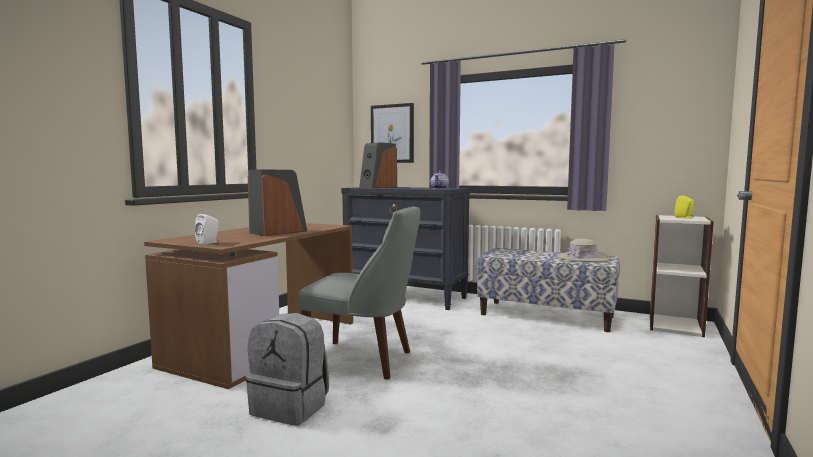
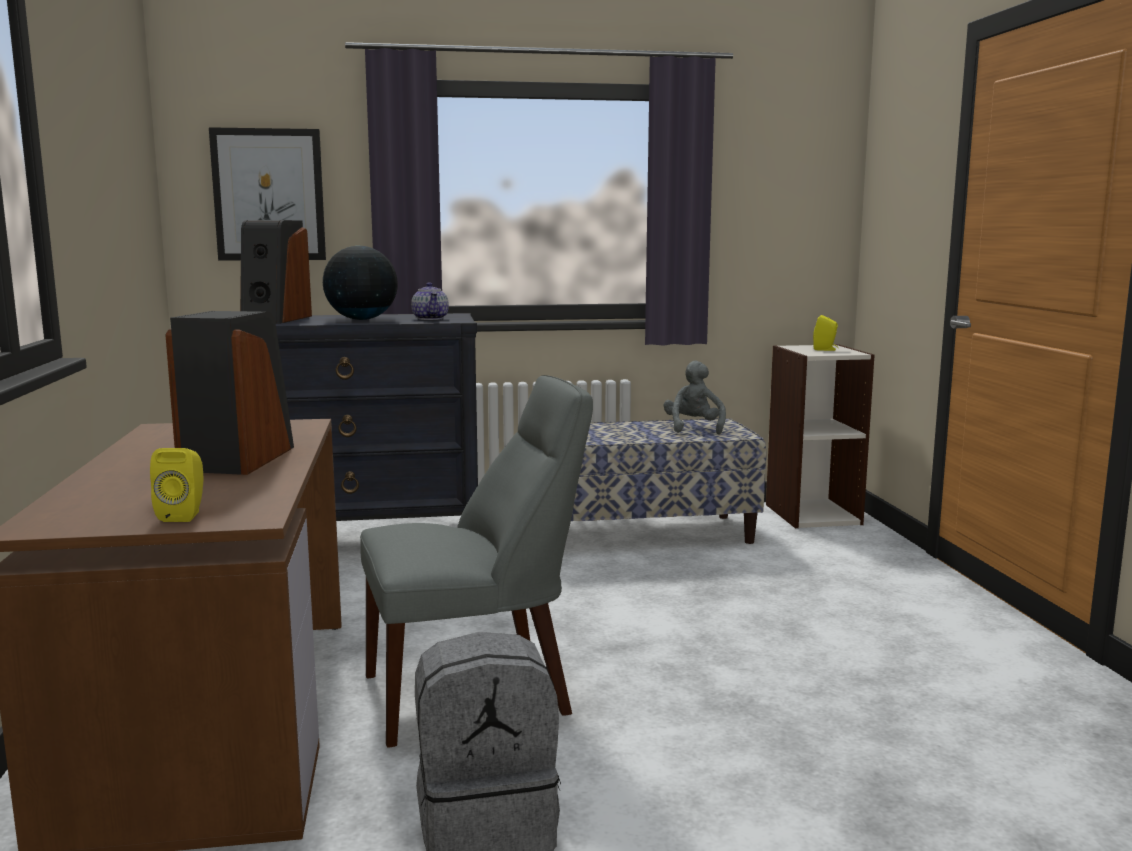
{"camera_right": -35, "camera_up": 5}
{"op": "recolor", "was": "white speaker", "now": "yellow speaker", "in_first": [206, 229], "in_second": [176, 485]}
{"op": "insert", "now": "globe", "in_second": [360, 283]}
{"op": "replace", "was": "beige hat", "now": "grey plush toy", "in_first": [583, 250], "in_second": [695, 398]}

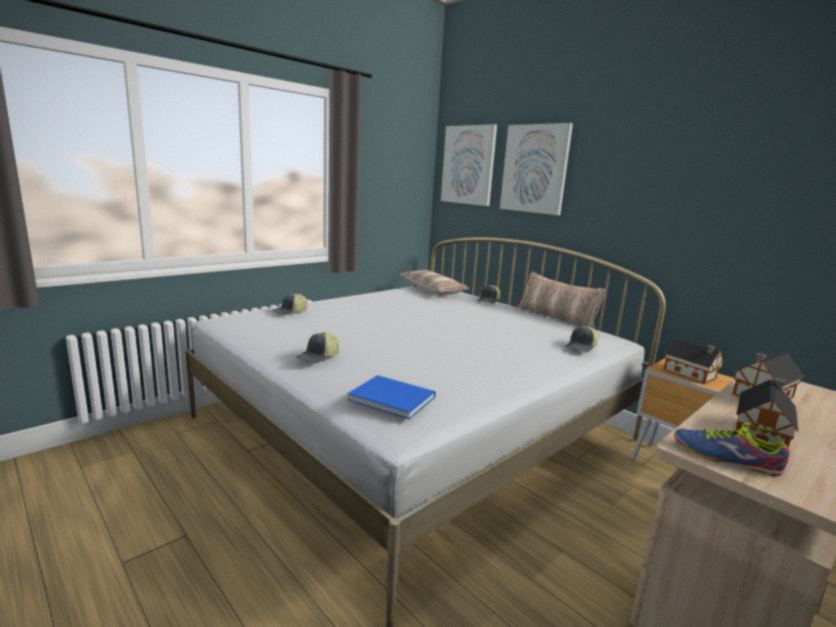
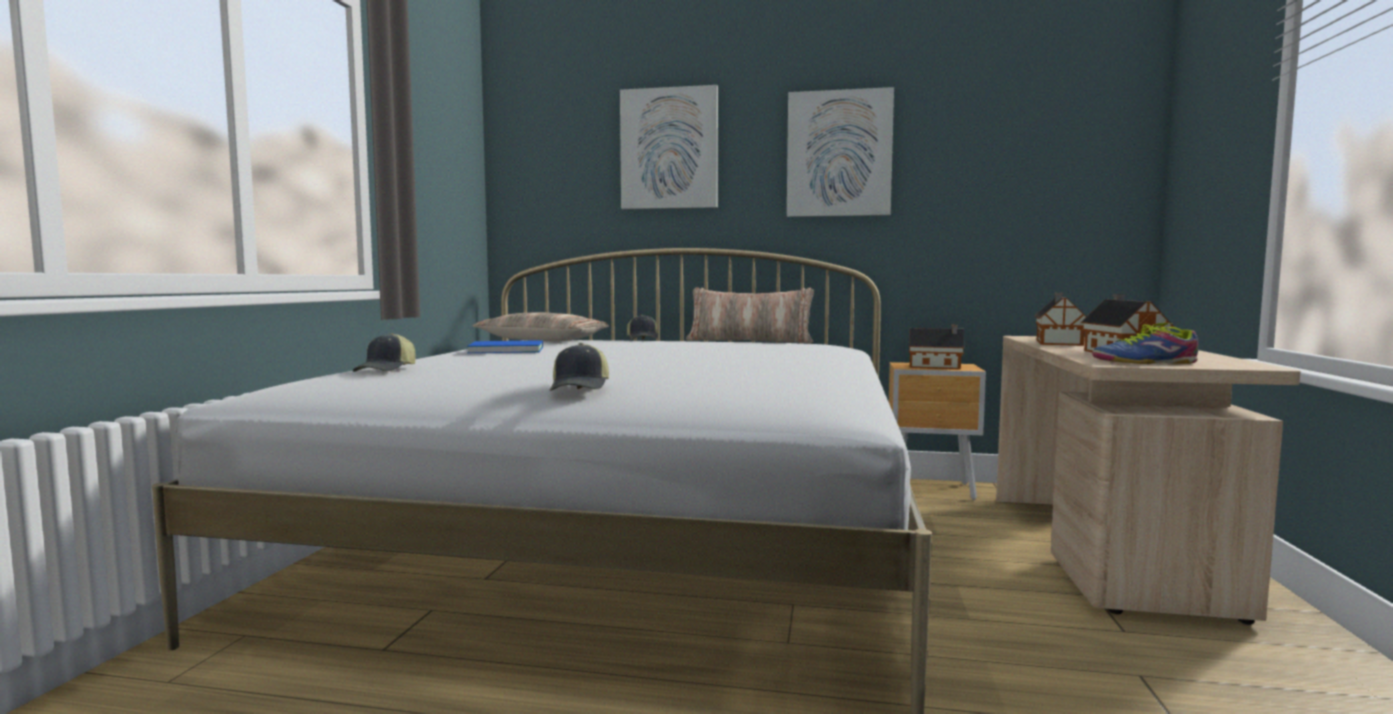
{"camera_right": -35, "camera_up": -10}
{"op": "move", "was": "blue book", "in_first": [392, 397], "in_second": [505, 346]}
{"op": "move", "was": "picture", "in_first": [469, 165], "in_second": [840, 152]}
{"op": "delete", "was": "cap", "in_first": [582, 339]}

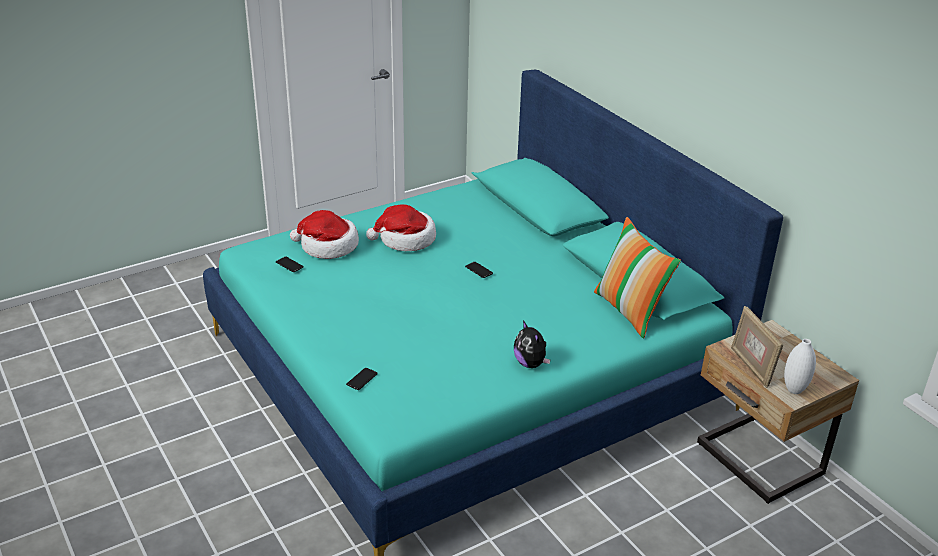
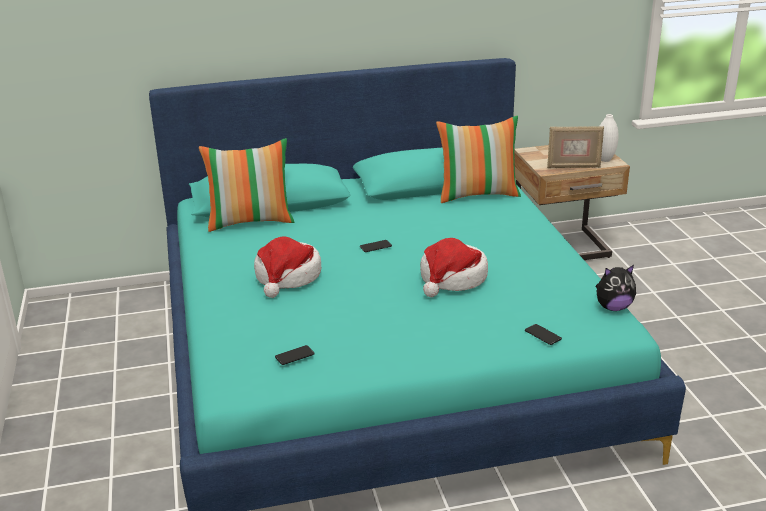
{"camera_right": -70, "camera_up": -5}
{"op": "insert", "now": "pillow", "in_second": [246, 185]}
{"op": "move", "was": "hat", "in_first": [324, 234], "in_second": [454, 267]}
{"op": "move", "was": "plush toy", "in_first": [532, 344], "in_second": [616, 288]}

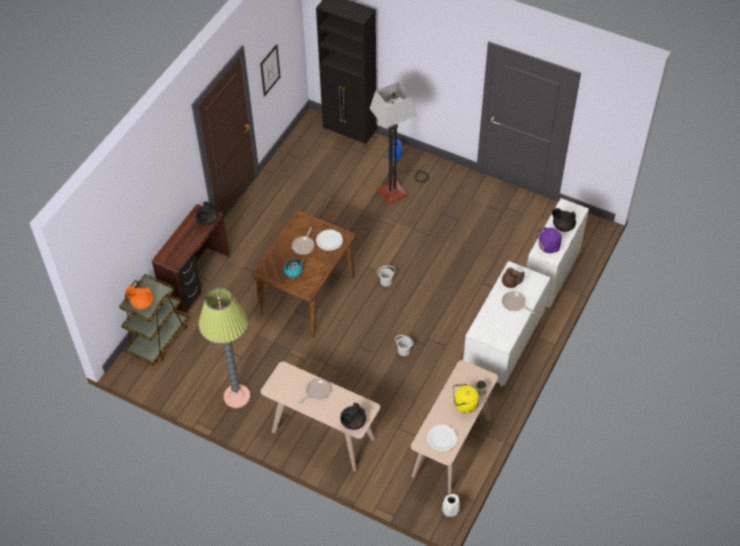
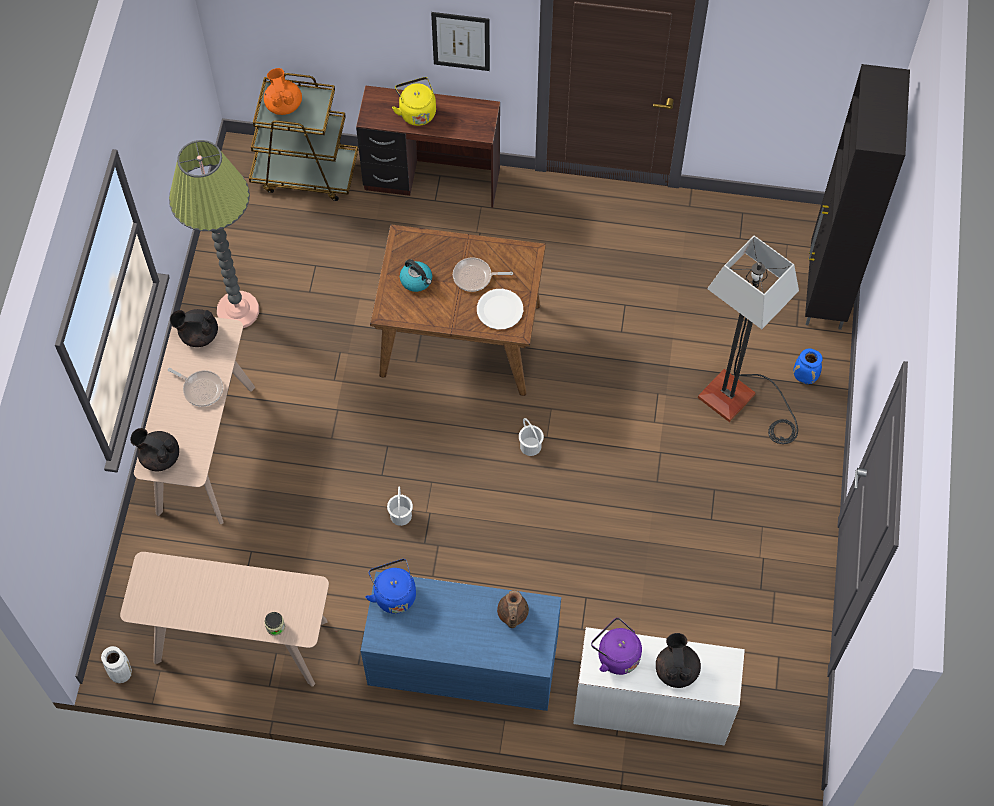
{"camera_right": 70, "camera_up": 10}
{"op": "move", "was": "black teapot", "in_first": [206, 213], "in_second": [194, 328]}
{"op": "recolor", "was": "white dresser", "now": "blue dresser", "in_first": [507, 324], "in_second": [461, 641]}
{"op": "insert", "now": "blue kettle", "in_second": [390, 586]}
{"op": "move", "was": "yellow kettle", "in_first": [466, 399], "in_second": [414, 101]}
{"op": "move", "was": "picture", "in_first": [270, 70], "in_second": [460, 41]}
{"op": "delete", "was": "white plate", "in_first": [442, 437]}
{"op": "delete", "was": "frying pan", "in_first": [518, 303]}

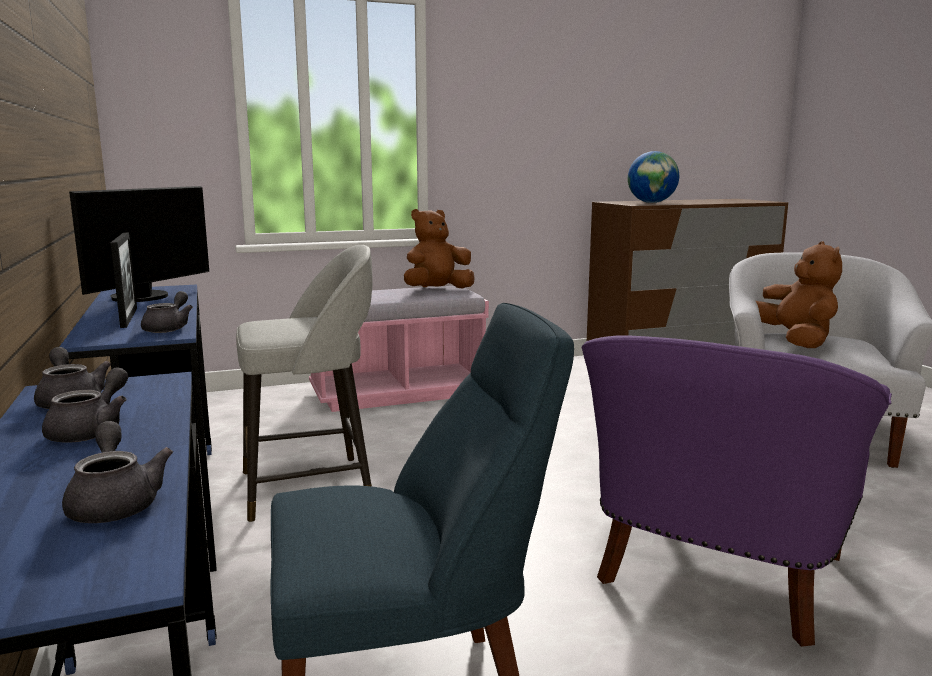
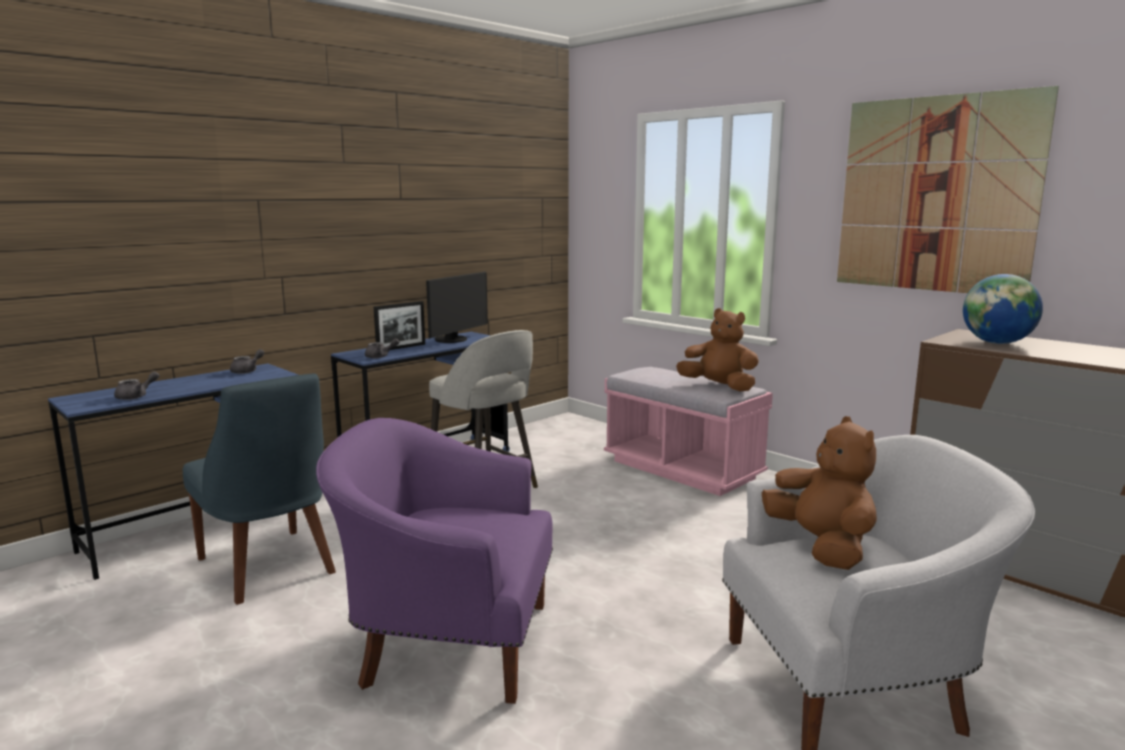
{"camera_right": 65, "camera_up": 0}
{"op": "rotate", "was": "monitor", "in_first": [139, 244], "in_second": [457, 307], "clockwise": -60}
{"op": "rotate", "was": "brown plush toy", "in_first": [799, 294], "in_second": [819, 493], "clockwise": -75}
{"op": "insert", "now": "picture", "in_second": [948, 189]}
{"op": "delete", "was": "grey teapot", "in_first": [85, 404]}

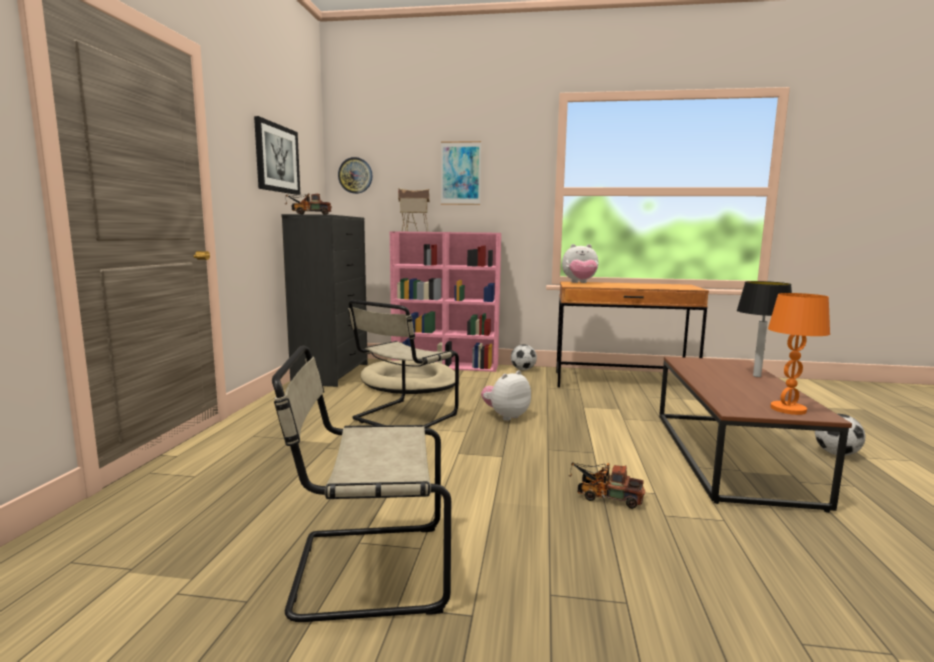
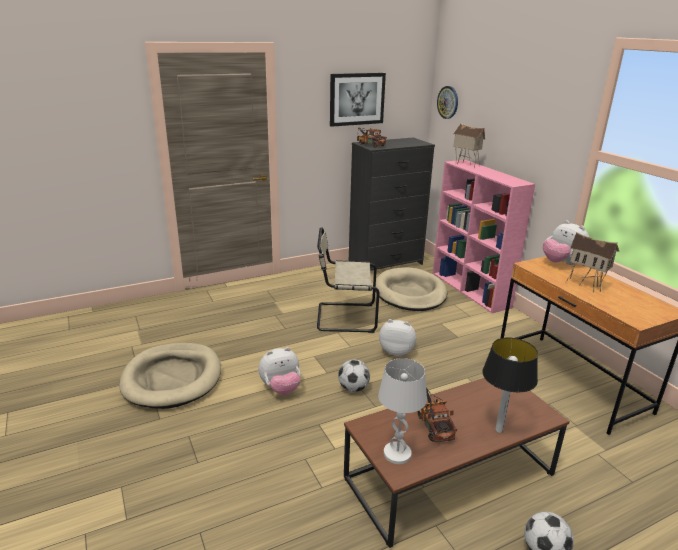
{"camera_right": 55, "camera_up": 15}
{"op": "replace", "was": "beige chair", "now": "beige dog bed", "in_first": [361, 484], "in_second": [170, 376]}
{"op": "insert", "now": "plush toy", "in_second": [279, 371]}
{"op": "move", "was": "football", "in_first": [524, 357], "in_second": [354, 376]}
{"op": "recolor", "was": "orange table lamp", "now": "white table lamp", "in_first": [799, 354], "in_second": [402, 411]}
{"op": "move", "was": "toy truck", "in_first": [607, 486], "in_second": [437, 414]}
{"op": "insert", "now": "toy house", "in_second": [592, 262]}
{"op": "delete", "was": "picture", "in_first": [461, 173]}

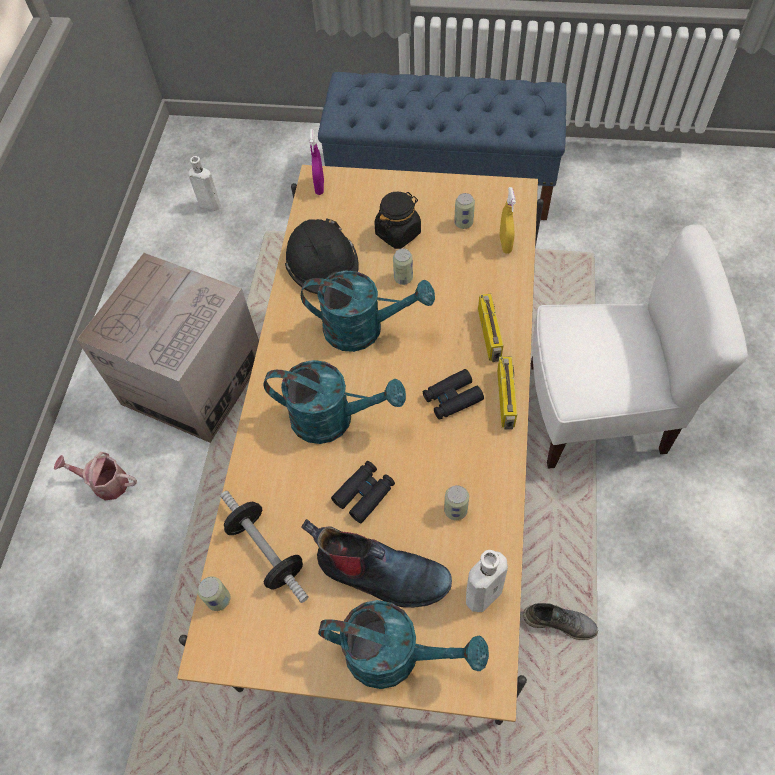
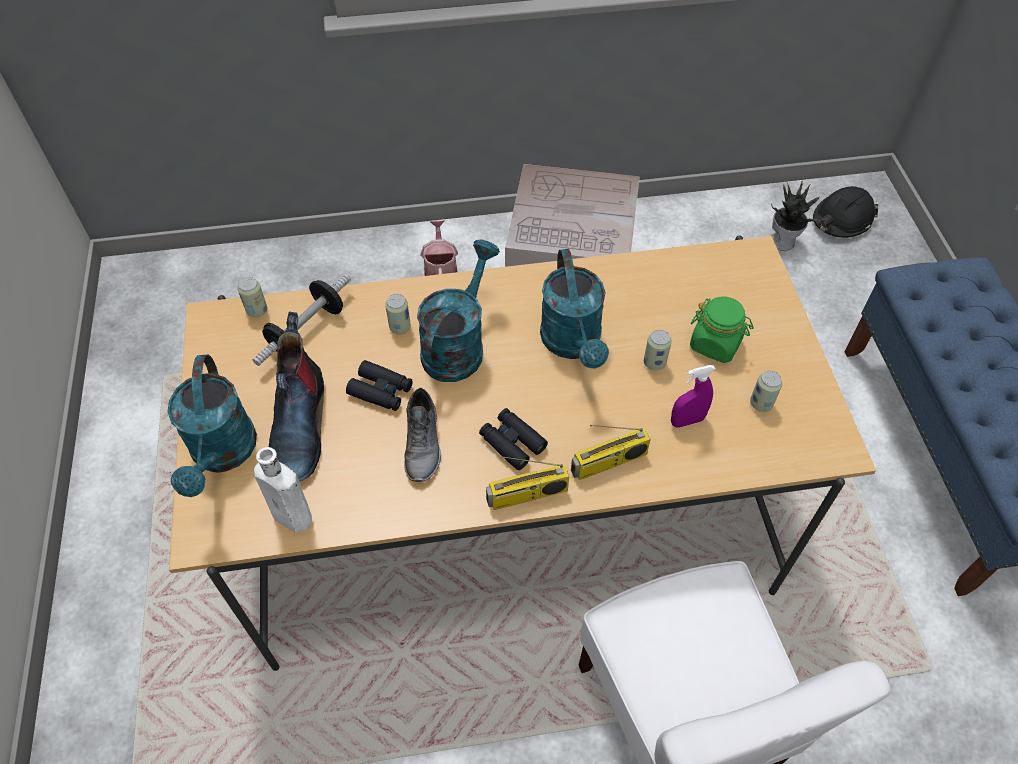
{"camera_right": 70, "camera_up": -5}
{"op": "move", "was": "can", "in_first": [456, 502], "in_second": [398, 314]}
{"op": "move", "was": "grey shoe", "in_first": [560, 621], "in_second": [422, 435]}
{"op": "rotate", "was": "turquoise watering can", "in_first": [335, 402], "in_second": [458, 311], "clockwise": -150}
{"op": "move", "was": "purple spray bottle", "in_first": [316, 162], "in_second": [693, 396]}
{"op": "recolor", "was": "black jar", "now": "green jar", "in_first": [397, 220], "in_second": [722, 330]}
{"op": "replace", "was": "white bottle", "now": "potted plant", "in_first": [204, 183], "in_second": [797, 215]}
{"op": "move", "was": "black hard hat", "in_first": [322, 256], "in_second": [845, 212]}
{"op": "delete", "was": "yellow spray bottle", "in_first": [507, 220]}

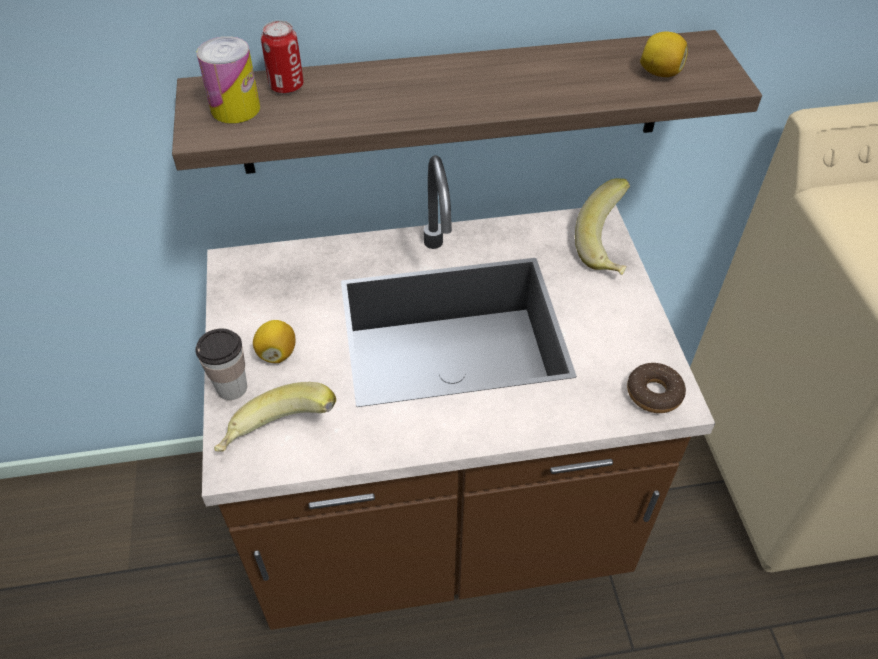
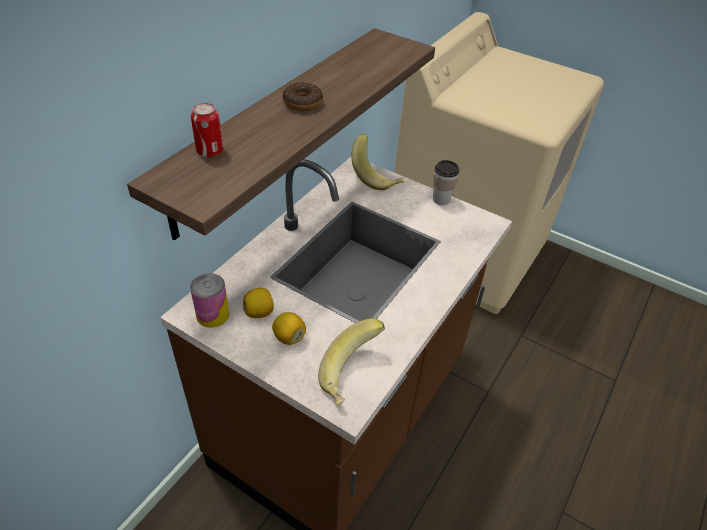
{"camera_right": -50, "camera_up": -5}
{"op": "move", "was": "can", "in_first": [228, 80], "in_second": [209, 300]}
{"op": "move", "was": "lemon", "in_first": [664, 54], "in_second": [258, 303]}
{"op": "move", "was": "donut", "in_first": [656, 388], "in_second": [303, 96]}
{"op": "move", "was": "cup", "in_first": [221, 364], "in_second": [446, 182]}

